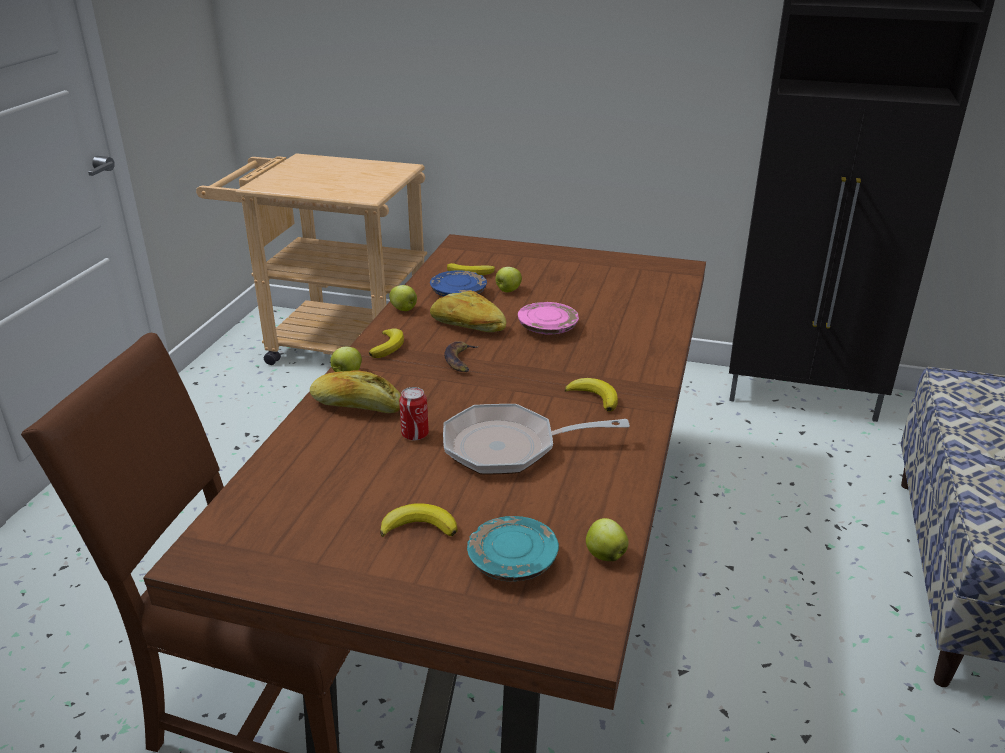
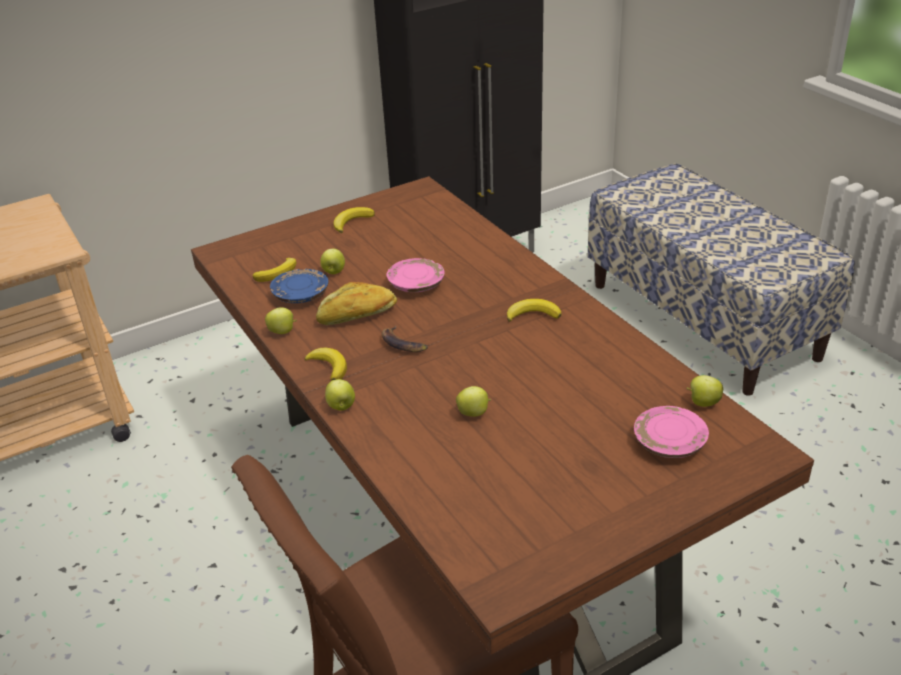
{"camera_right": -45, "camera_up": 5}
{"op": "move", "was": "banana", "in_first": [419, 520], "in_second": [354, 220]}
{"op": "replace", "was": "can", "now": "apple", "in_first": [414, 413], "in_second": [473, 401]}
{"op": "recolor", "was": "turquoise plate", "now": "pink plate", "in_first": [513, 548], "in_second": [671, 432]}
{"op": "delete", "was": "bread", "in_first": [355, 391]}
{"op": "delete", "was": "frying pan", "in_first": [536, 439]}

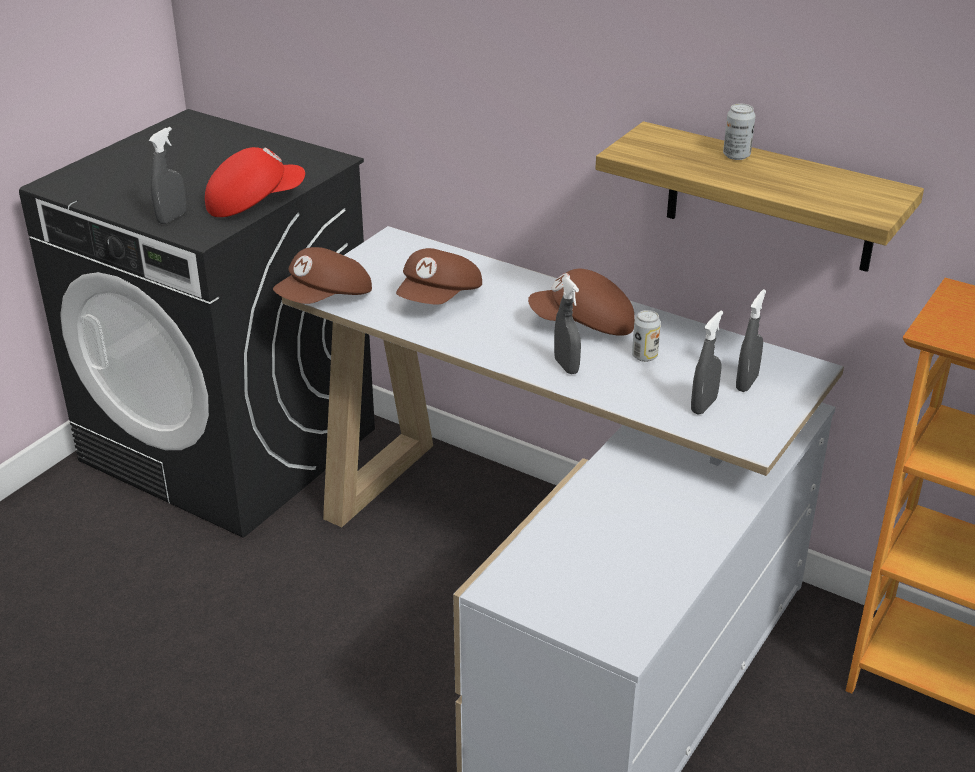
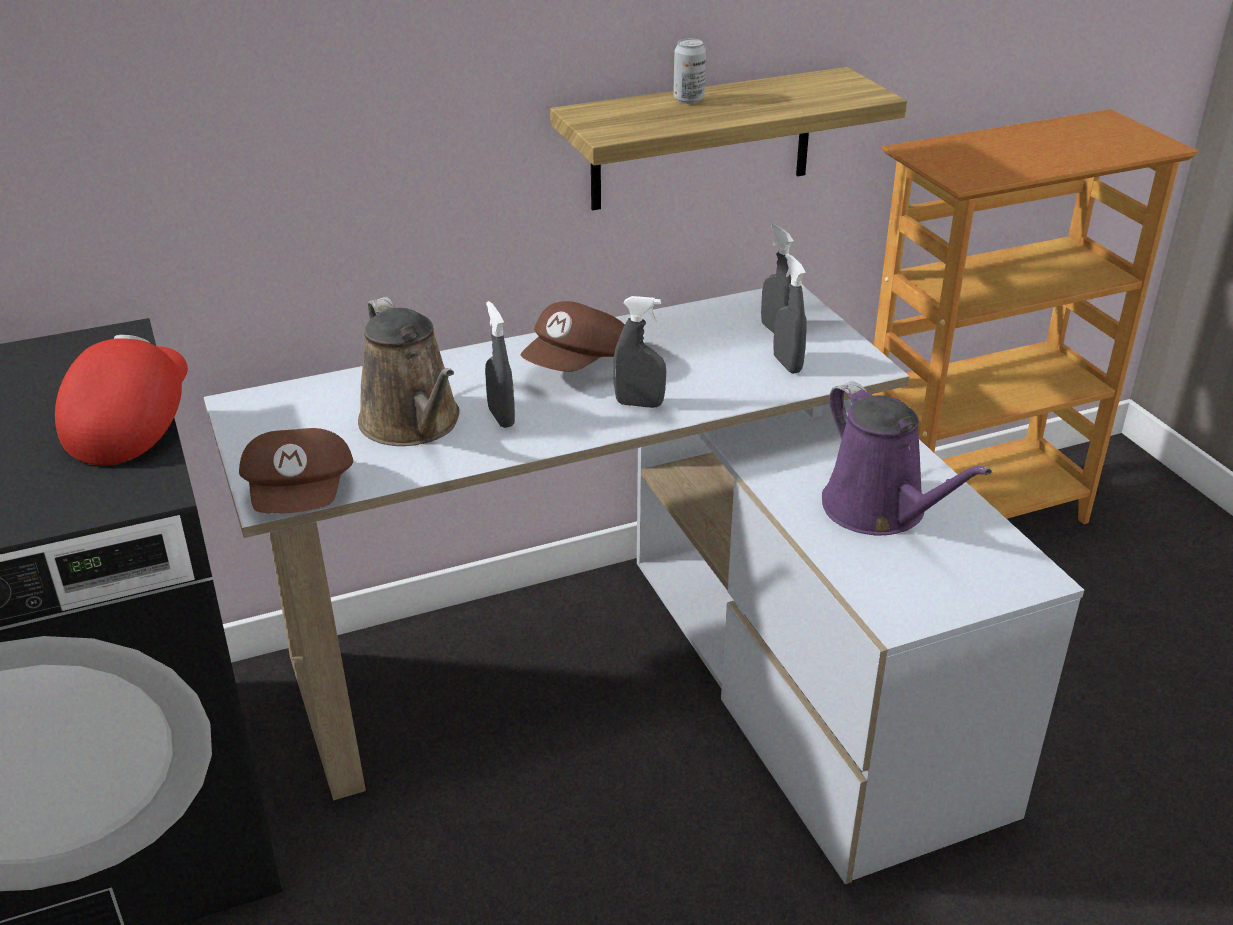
{"camera_right": -55, "camera_up": 0}
{"op": "replace", "was": "brown cap", "now": "brown watering can", "in_first": [439, 276], "in_second": [409, 371]}
{"op": "move", "was": "grey spray bottle", "in_first": [167, 175], "in_second": [500, 364]}
{"op": "insert", "now": "purple watering can", "in_second": [907, 458]}
{"op": "delete", "was": "can", "in_first": [646, 336]}

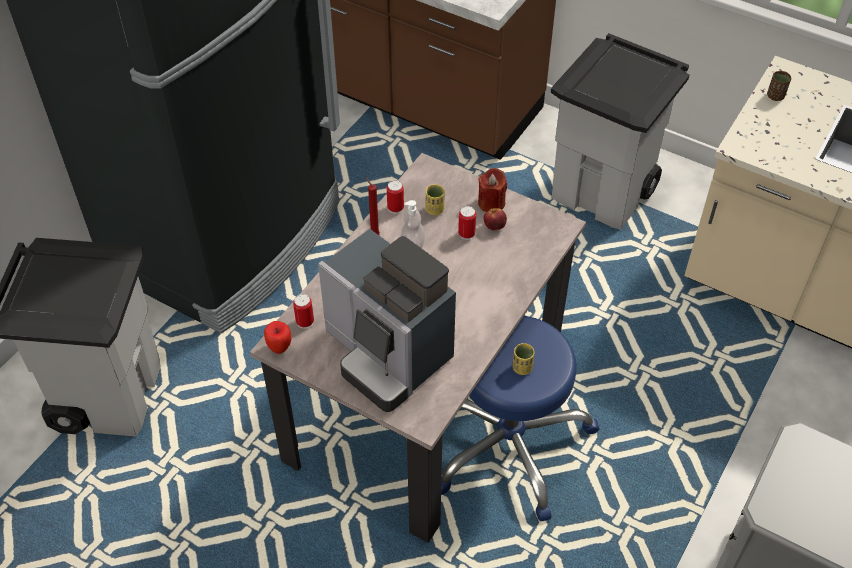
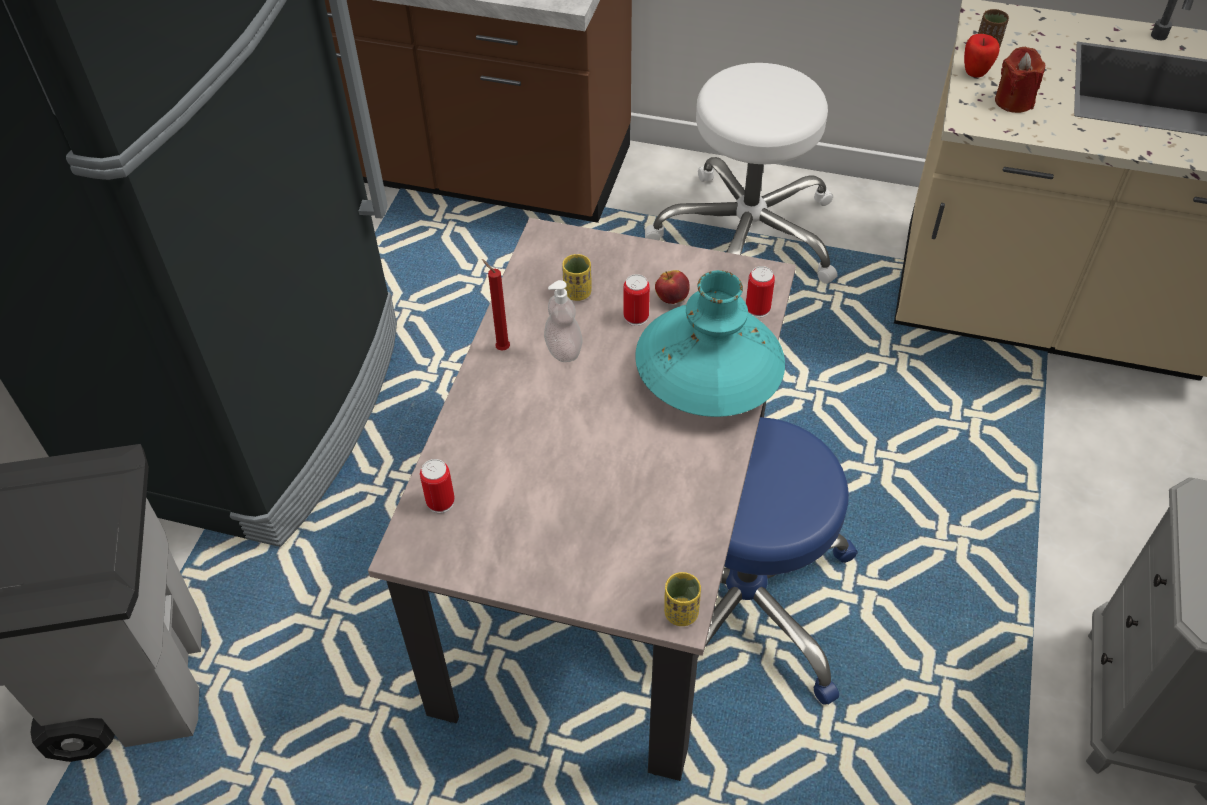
{"camera_right": -15, "camera_up": 0}
{"op": "insert", "now": "turquoise vase", "in_second": [710, 343]}
{"op": "replace", "was": "grey trash can", "now": "white stool", "in_first": [620, 131], "in_second": [741, 173]}
{"op": "move", "was": "yellow cup", "in_first": [523, 359], "in_second": [682, 599]}
{"op": "move", "was": "can", "in_first": [395, 197], "in_second": [760, 292]}
{"op": "move", "was": "apple", "in_first": [277, 337], "in_second": [982, 56]}
{"op": "move", "was": "red candle", "in_first": [492, 190], "in_second": [1020, 80]}
{"op": "delete", "was": "coffee machine", "in_first": [387, 320]}

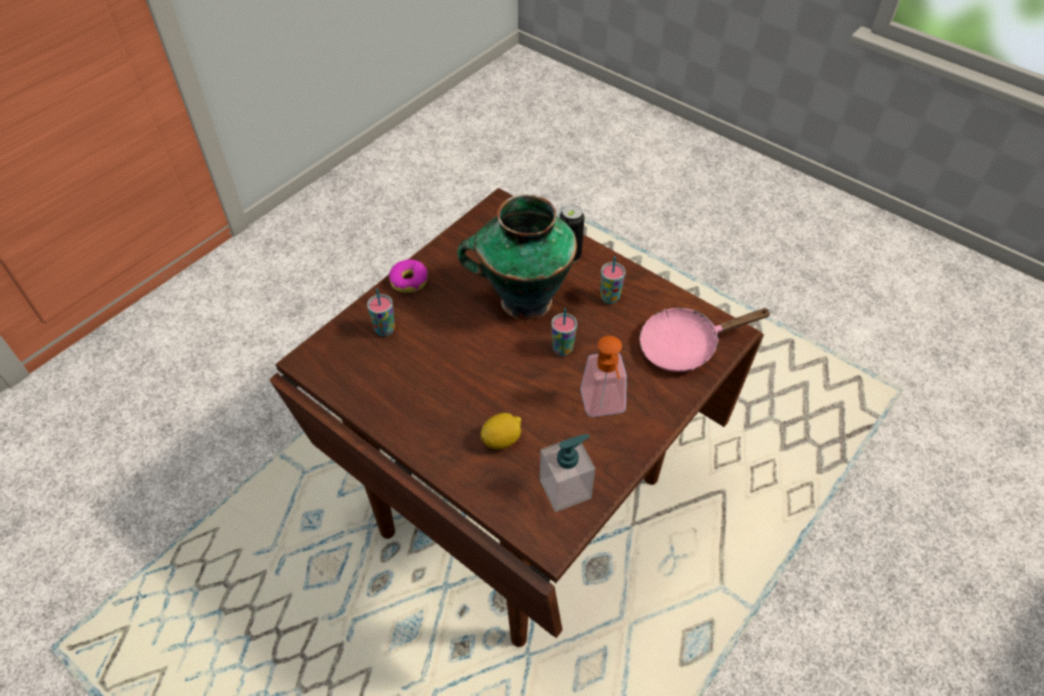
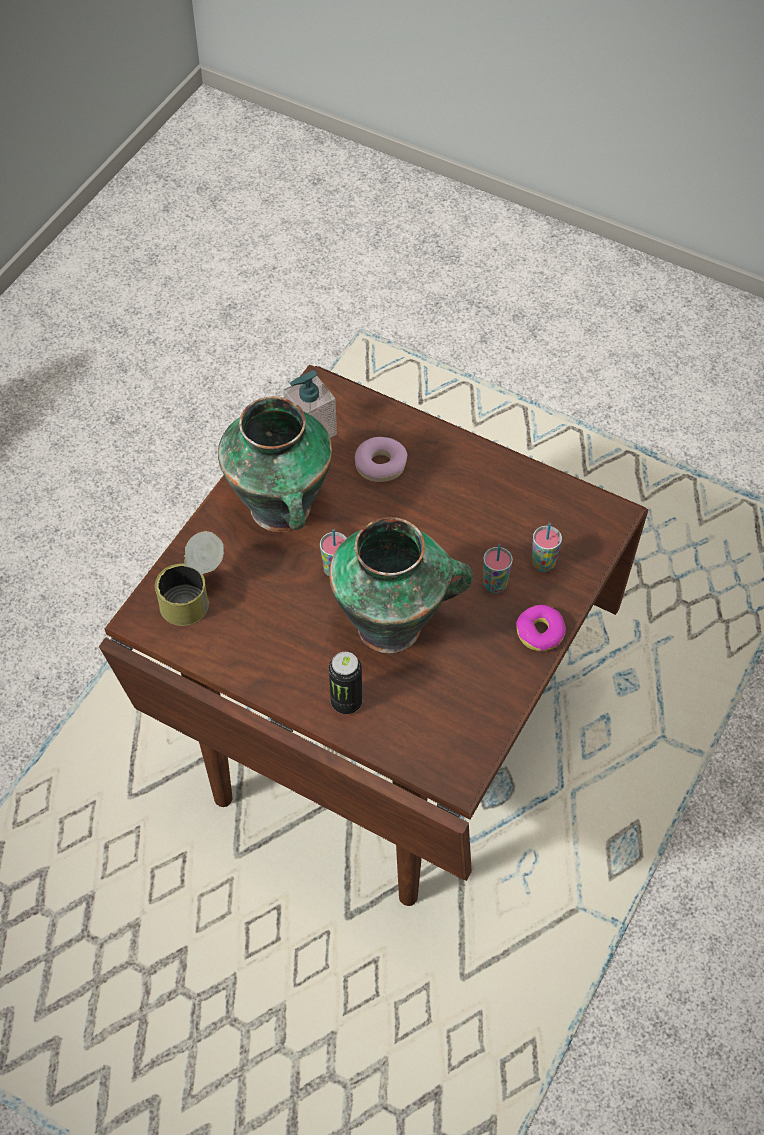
{"camera_right": 170, "camera_up": 5}
{"op": "replace", "was": "pink frying pan", "now": "can", "in_first": [705, 340], "in_second": [189, 578]}
{"op": "replace", "was": "soap dispenser", "now": "vase", "in_first": [603, 376], "in_second": [275, 464]}
{"op": "replace", "was": "lemon", "now": "donut", "in_first": [501, 431], "in_second": [381, 459]}
{"op": "move", "was": "cup", "in_first": [612, 280], "in_second": [498, 568]}

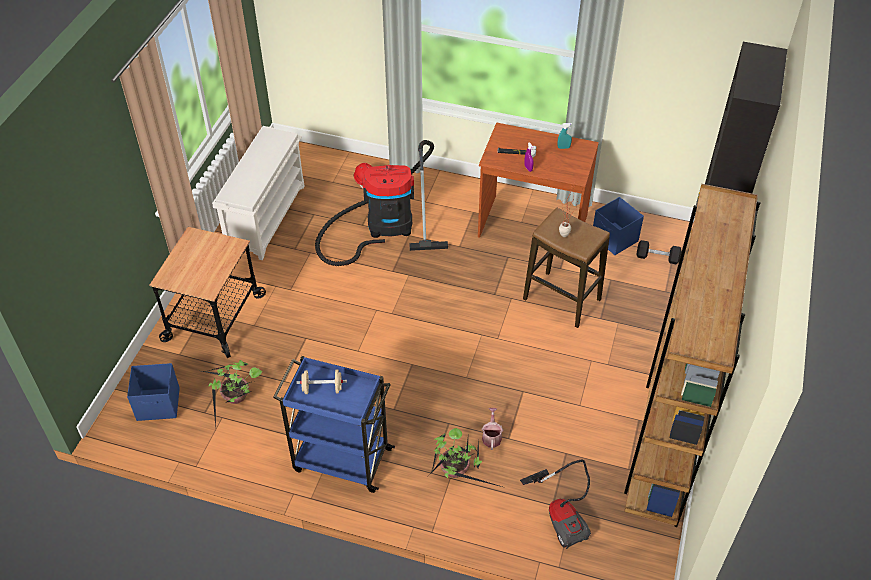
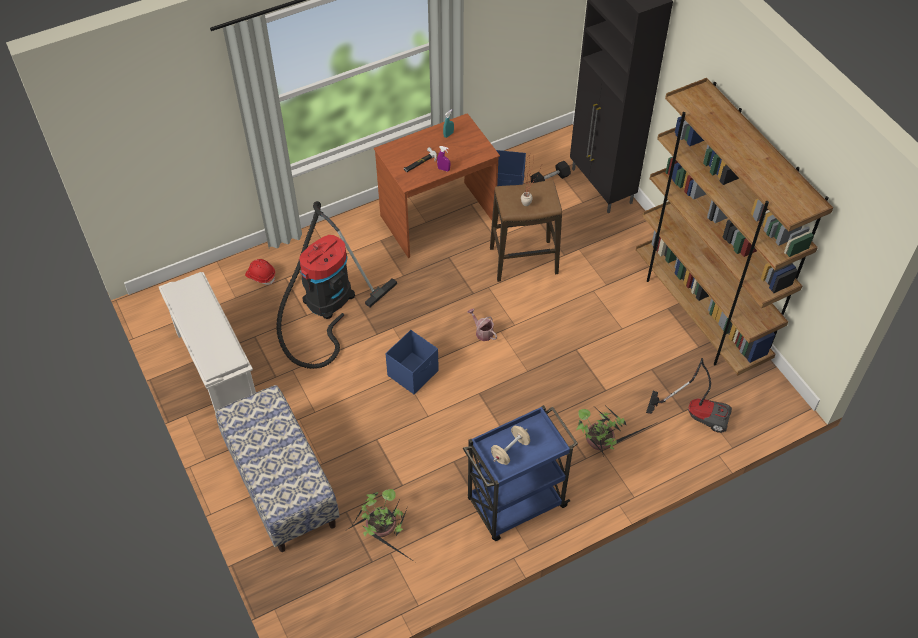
{"camera_right": -45, "camera_up": 5}
{"op": "replace", "was": "cart", "now": "bench", "in_first": [207, 292], "in_second": [277, 468]}
{"op": "move", "was": "blue storage box", "in_first": [153, 392], "in_second": [412, 362]}
{"op": "move", "was": "watering can", "in_first": [493, 429], "in_second": [482, 324]}

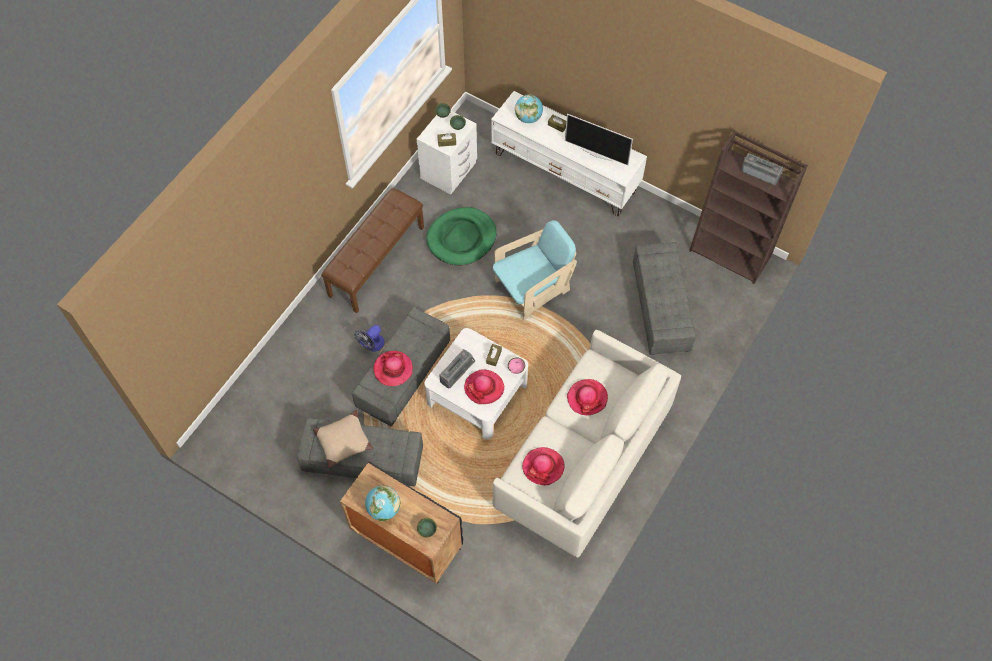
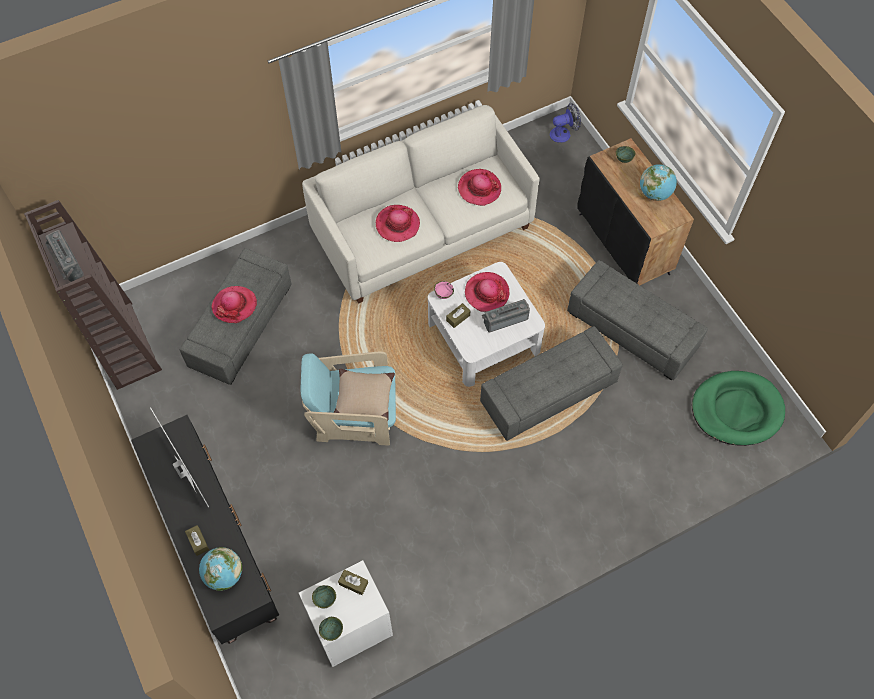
{"camera_right": -150, "camera_up": 0}
{"op": "recolor", "was": "white tv stand", "now": "black tv stand", "in_first": [569, 153], "in_second": [205, 529]}
{"op": "move", "was": "hat", "in_first": [393, 368], "in_second": [234, 304]}
{"op": "move", "was": "beige pillow", "in_first": [343, 439], "in_second": [364, 394]}
{"op": "move", "was": "fan", "in_first": [369, 338], "in_second": [565, 123]}
{"op": "move", "was": "green dog bed", "in_first": [461, 236], "in_second": [738, 408]}
{"op": "delete", "was": "brown bench", "in_first": [372, 250]}

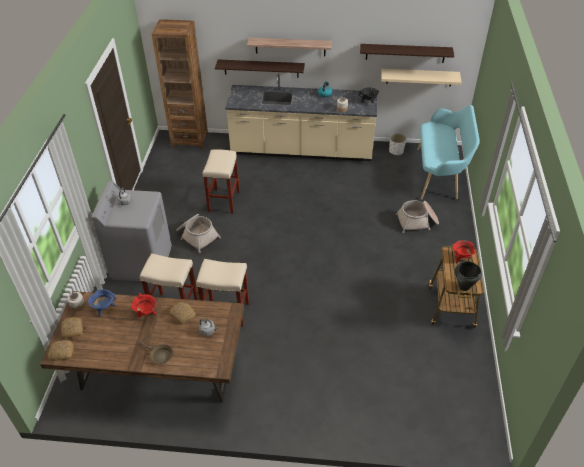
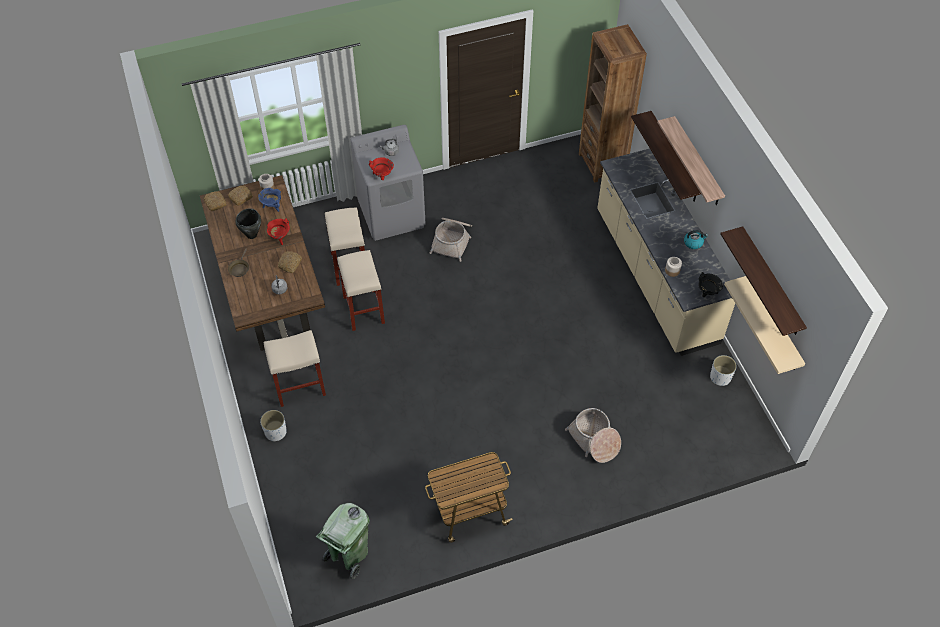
{"camera_right": 65, "camera_up": 10}
{"op": "move", "was": "black cooking pot", "in_first": [468, 276], "in_second": [248, 224]}
{"op": "insert", "now": "white planter", "in_second": [273, 426]}
{"op": "move", "was": "beige stool", "in_first": [221, 181], "in_second": [295, 368]}
{"op": "insert", "now": "green trash can", "in_second": [343, 541]}
{"op": "move", "was": "red cooking pot", "in_first": [464, 252], "in_second": [381, 168]}
{"op": "delete", "was": "turquoise bench", "in_first": [448, 152]}

